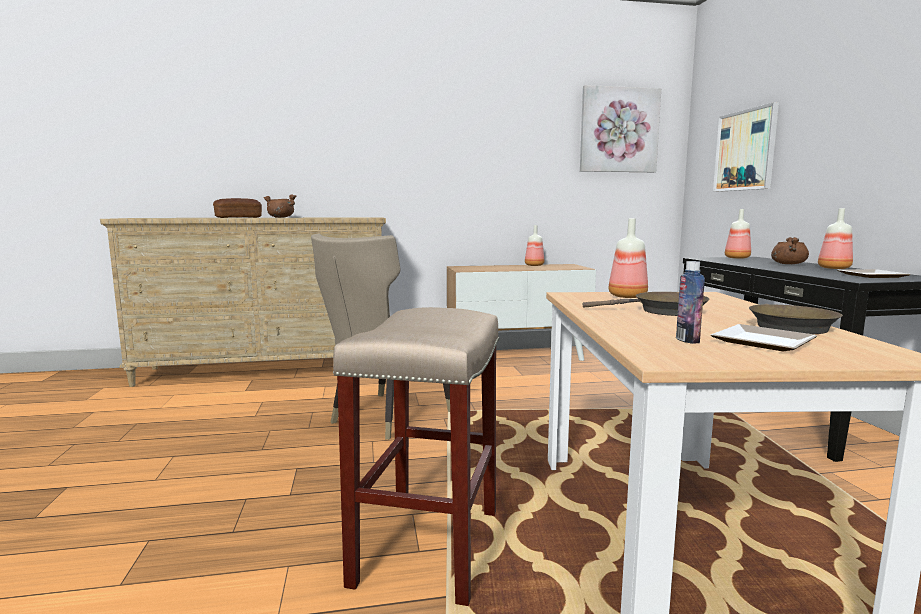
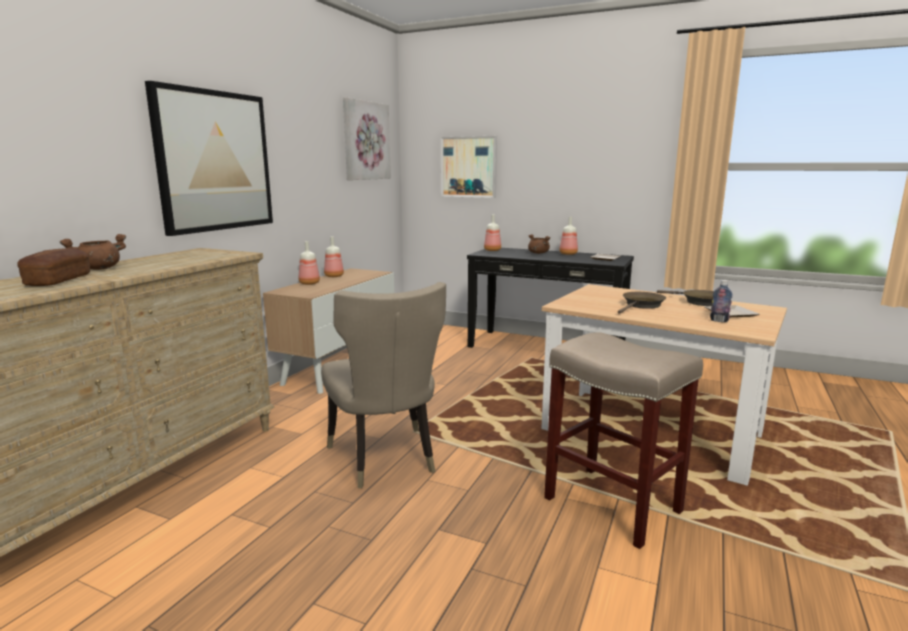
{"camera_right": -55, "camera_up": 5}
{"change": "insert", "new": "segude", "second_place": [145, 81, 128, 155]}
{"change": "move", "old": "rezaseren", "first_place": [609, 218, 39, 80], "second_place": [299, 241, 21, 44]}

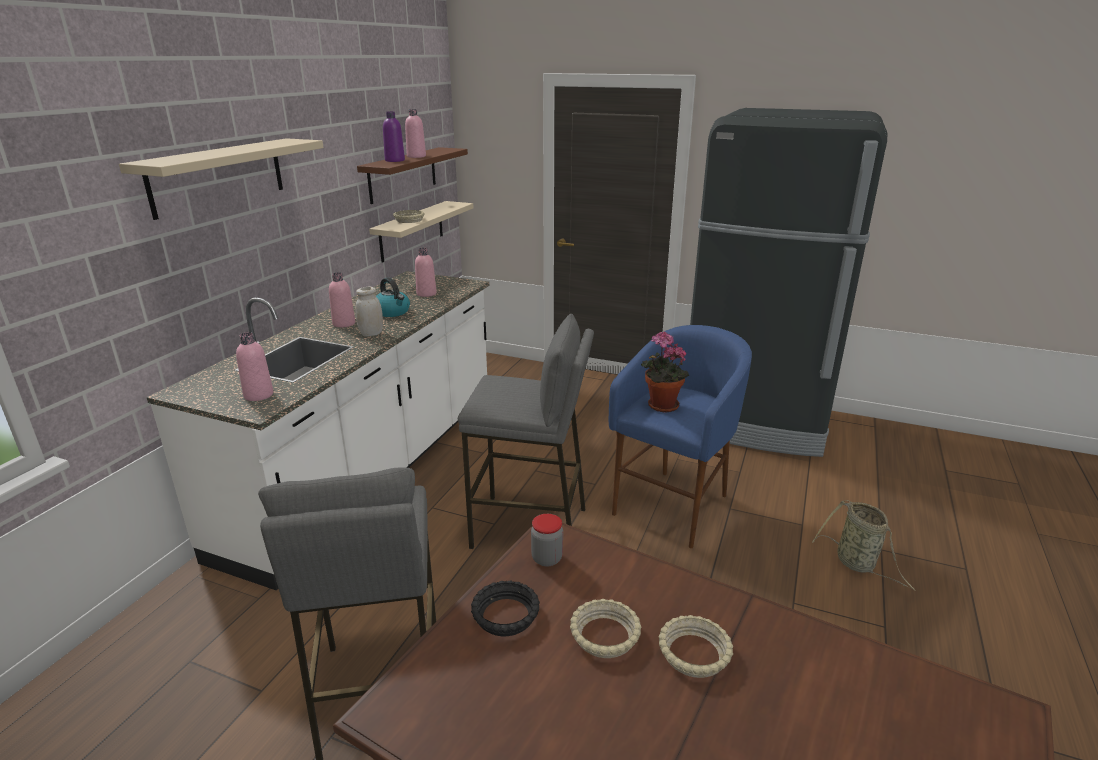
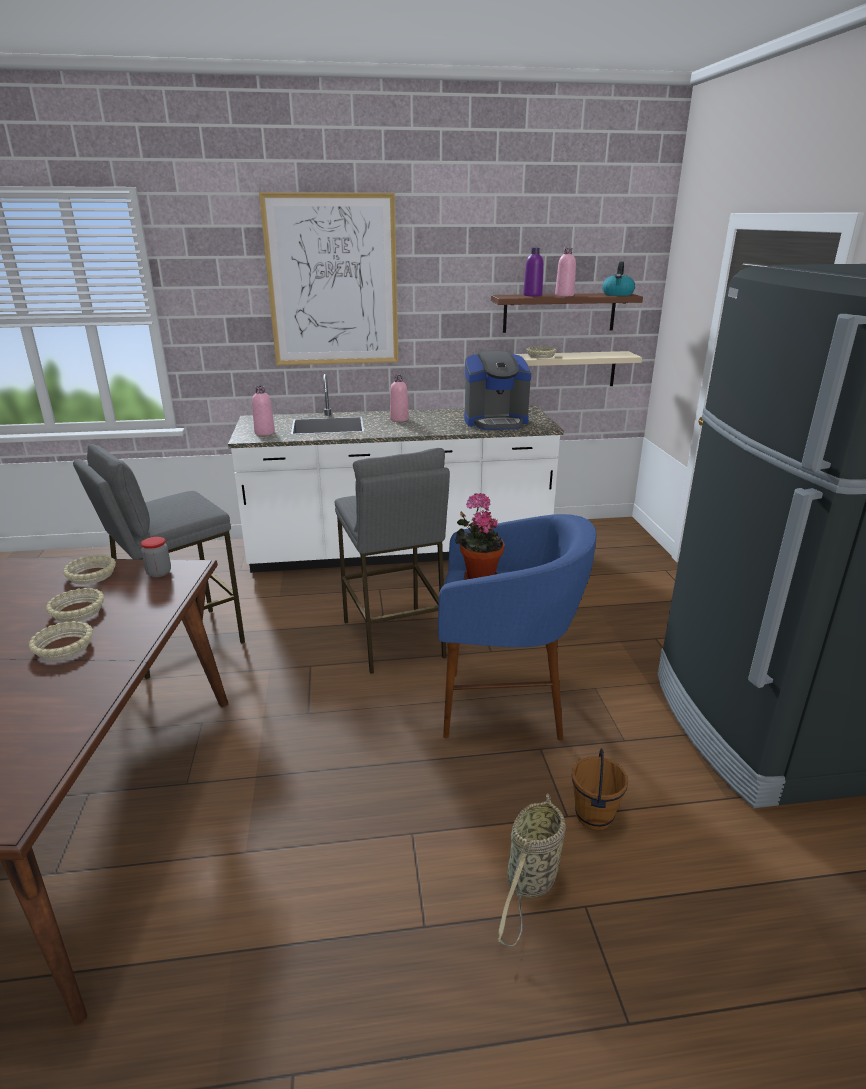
{"camera_right": 60, "camera_up": 0}
{"change": "delete", "old": "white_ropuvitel", "first_place": [356, 287, 27, 49]}
{"change": "insert", "new": "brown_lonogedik", "second_place": [572, 748, 56, 82]}
{"change": "move", "old": "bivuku", "first_place": [376, 278, 34, 39], "second_place": [602, 261, 33, 35]}
{"change": "replace", "old": "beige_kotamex", "new": "segude", "first_place": [119, 138, 205, 82], "second_place": [259, 192, 139, 173]}
{"change": "replace", "old": "pink_rezaseren", "new": "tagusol", "first_place": [415, 248, 22, 49], "second_place": [464, 351, 67, 79]}
{"change": "recolor", "old": "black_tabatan", "new": "beige_tabatan", "first_place": [471, 580, 69, 56], "second_place": [63, 555, 53, 30]}

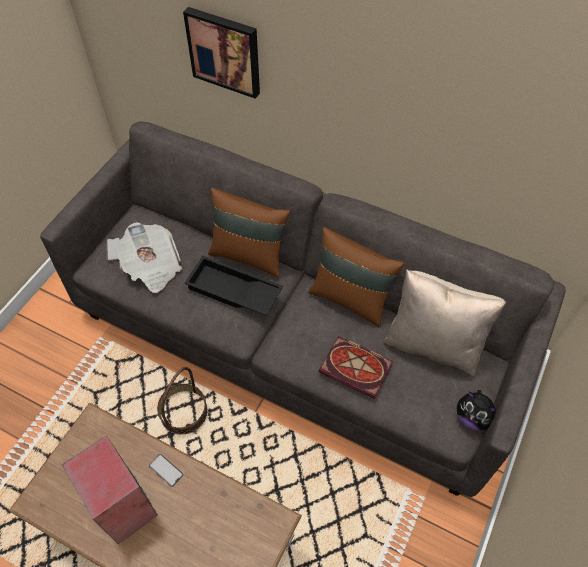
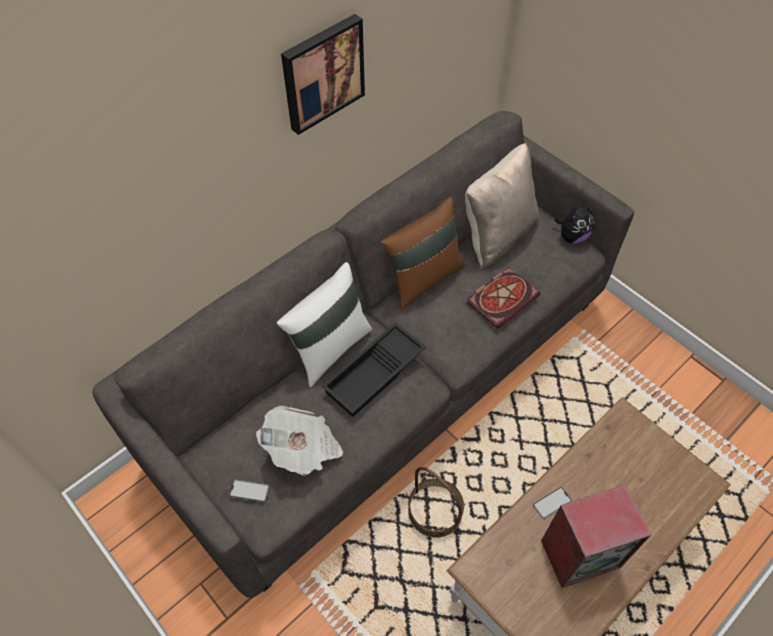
{"camera_right": -70, "camera_up": 0}
{"change": "move", "old": "segude", "first_place": [183, 7, 77, 92], "second_place": [281, 14, 84, 121]}
{"change": "recolor", "old": "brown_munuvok", "new": "white_munuvok", "first_place": [208, 187, 82, 91], "second_place": [277, 262, 95, 125]}

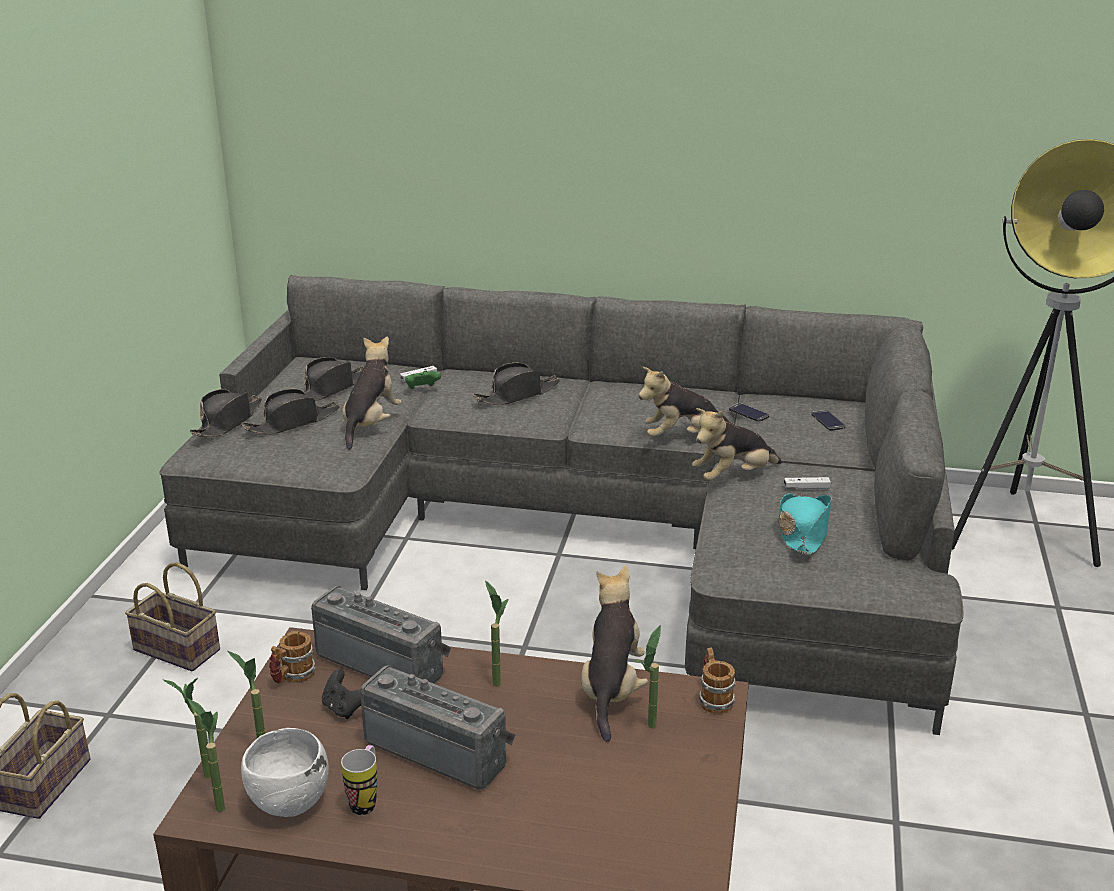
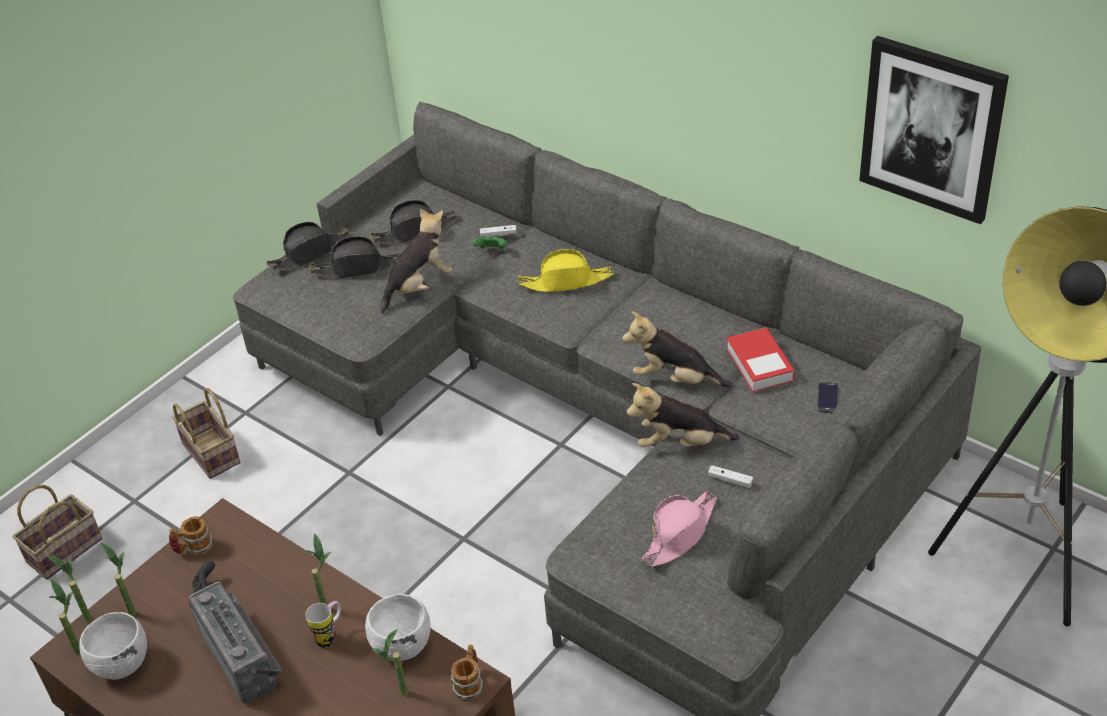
{"camera_right": 30, "camera_up": 15}
{"change": "delete", "old": "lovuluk", "first_place": [311, 586, 140, 98]}
{"change": "insert", "new": "segude", "second_place": [859, 36, 150, 188]}
{"change": "move", "old": "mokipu", "first_place": [341, 745, 36, 70], "second_place": [305, 601, 36, 47]}
{"change": "replace", "old": "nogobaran", "new": "white_tabatan", "first_place": [581, 565, 67, 177], "second_place": [365, 594, 66, 67]}
{"change": "replace", "old": "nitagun", "new": "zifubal", "first_place": [729, 403, 40, 19], "second_place": [726, 327, 69, 65]}
{"change": "recolor", "old": "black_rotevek", "new": "yellow_rotevek", "first_place": [473, 363, 87, 42], "second_place": [517, 249, 97, 43]}
{"change": "recolor", "old": "turquoise_rotevek", "new": "pink_rotevek", "first_place": [777, 493, 55, 62], "second_place": [642, 491, 75, 76]}

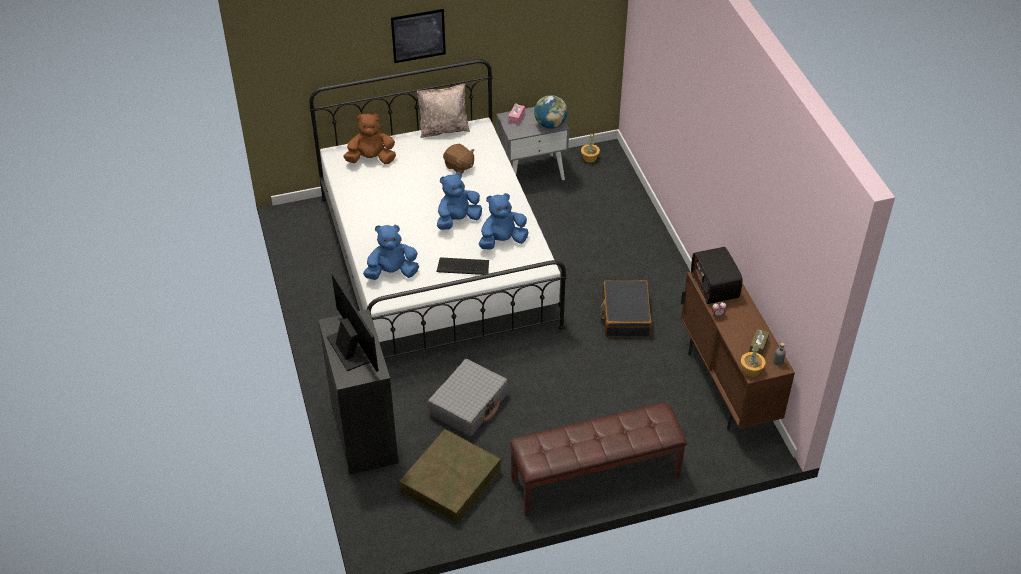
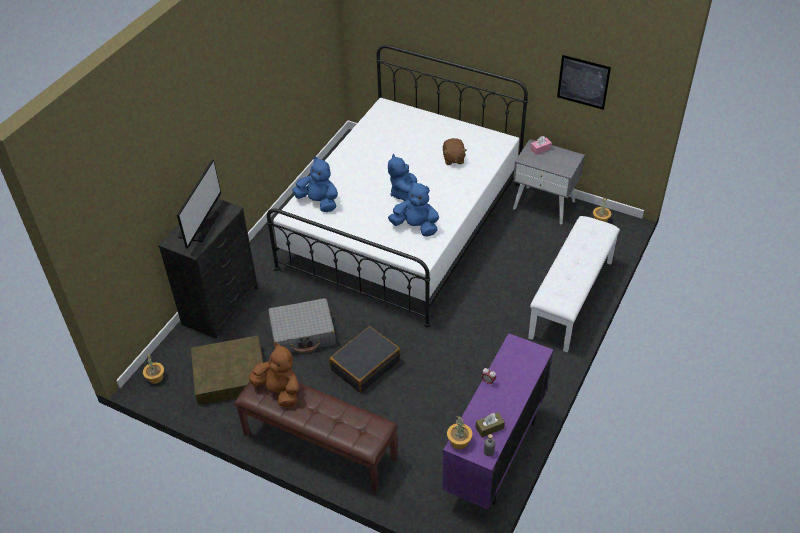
{"camera_right": 45, "camera_up": 0}
{"change": "delete", "old": "beige_munuvok", "first_place": [416, 84, 54, 54]}
{"change": "delete", "old": "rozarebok", "first_place": [436, 257, 53, 18]}
{"change": "delete", "old": "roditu", "first_place": [534, 95, 34, 34]}
{"change": "delete", "old": "lovuluk", "first_place": [691, 247, 52, 57]}
{"change": "insert", "new": "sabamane", "second_place": [143, 355, 21, 29]}
{"change": "insert", "new": "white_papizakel", "second_place": [528, 216, 92, 136]}
{"change": "move", "old": "brown_nogobaran", "first_place": [344, 113, 52, 51], "second_place": [249, 343, 50, 64]}
{"change": "move", "old": "segude", "first_place": [391, 9, 55, 54], "second_place": [557, 55, 54, 55]}
{"change": "move", "old": "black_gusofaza", "first_place": [601, 280, 51, 57], "second_place": [330, 326, 70, 67]}
{"change": "recolor", "old": "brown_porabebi", "new": "purple_porabebi", "first_place": [681, 271, 114, 159], "second_place": [442, 333, 111, 176]}
{"change": "rotate", "old": "blue_nogobaran", "first_place": [437, 172, 45, 58], "second_place": [388, 154, 29, 47], "degrees": -105}

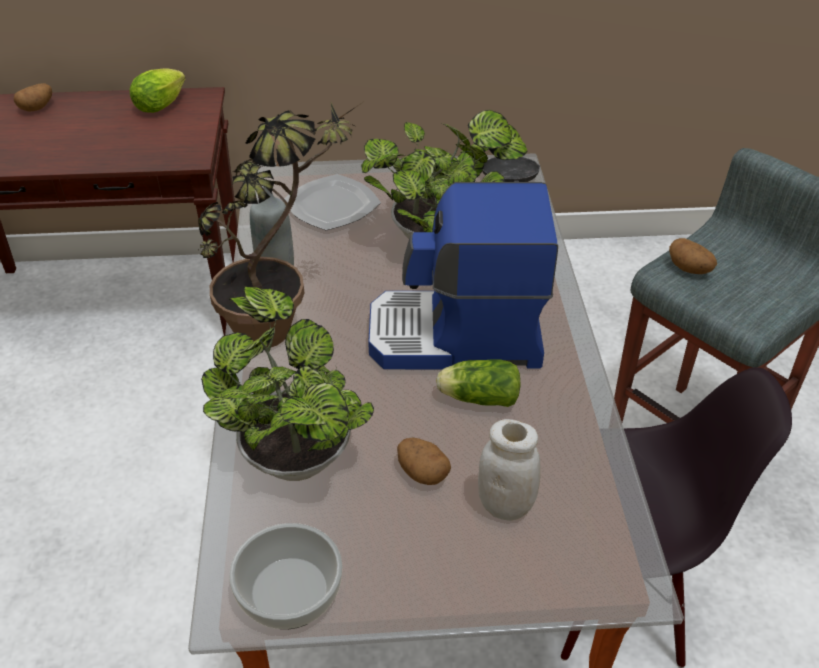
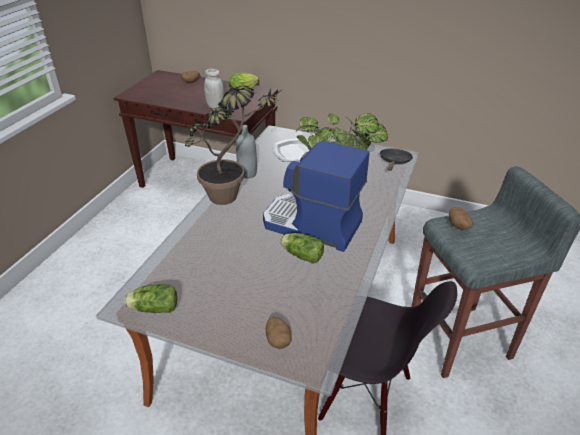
{"camera_right": 25, "camera_up": -5}
{"change": "delete", "old": "sabamane", "first_place": [201, 287, 173, 194]}
{"change": "move", "old": "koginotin", "first_place": [397, 438, 54, 47], "second_place": [266, 317, 26, 32]}
{"change": "move", "old": "white_ropuvitel", "first_place": [478, 419, 63, 102], "second_place": [204, 68, 20, 41]}
{"change": "replace", "old": "tabatan", "new": "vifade", "first_place": [229, 523, 114, 106], "second_place": [124, 284, 53, 29]}

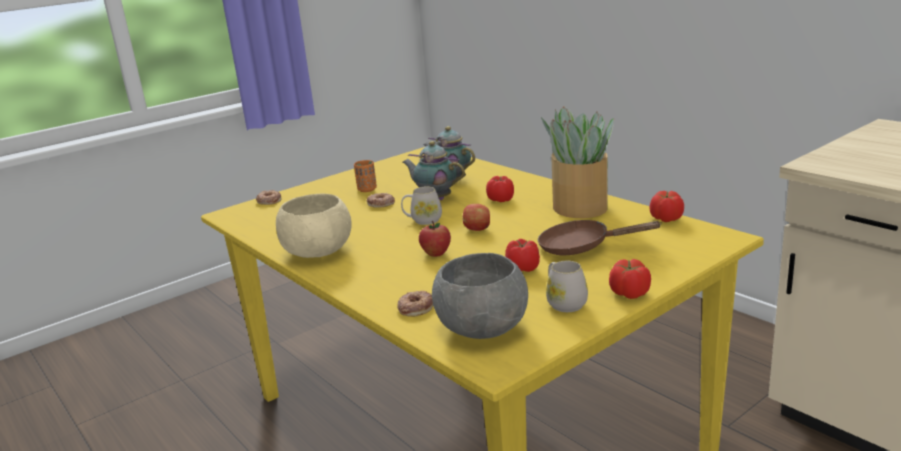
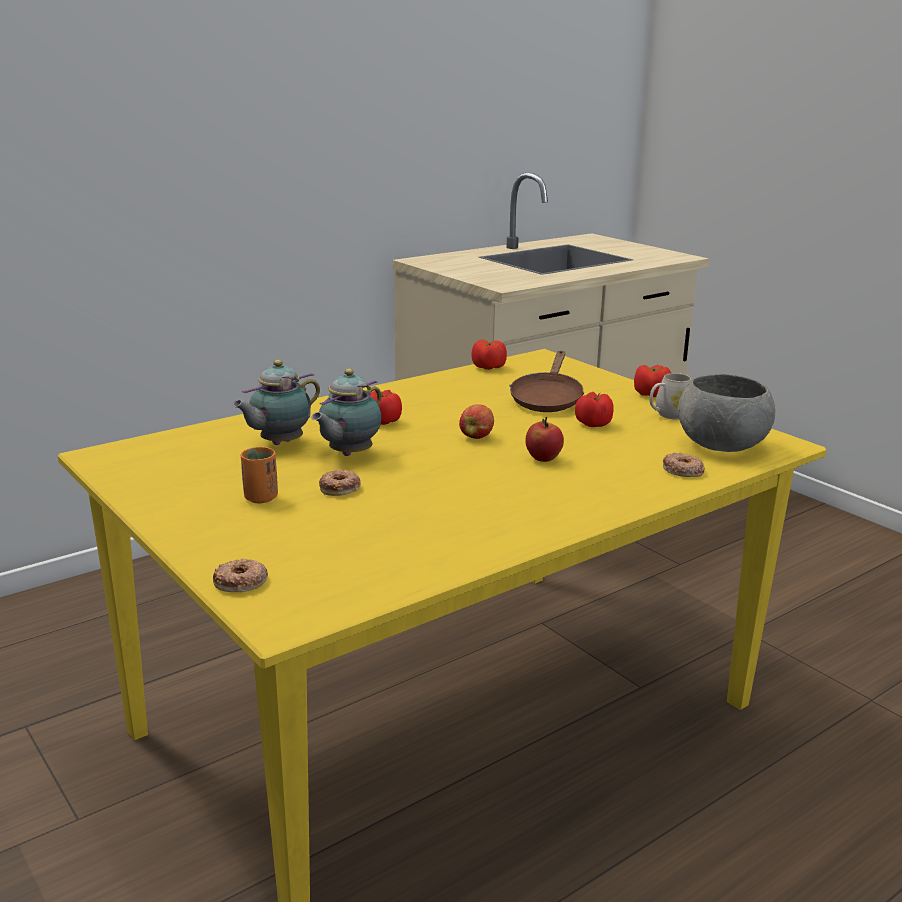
{"camera_right": -90, "camera_up": 0}
{"change": "delete", "old": "beige_tabatan", "first_place": [276, 194, 76, 64]}
{"change": "delete", "old": "white_mokipu", "first_place": [401, 186, 41, 39]}
{"change": "delete", "old": "sabamane", "first_place": [541, 106, 73, 112]}

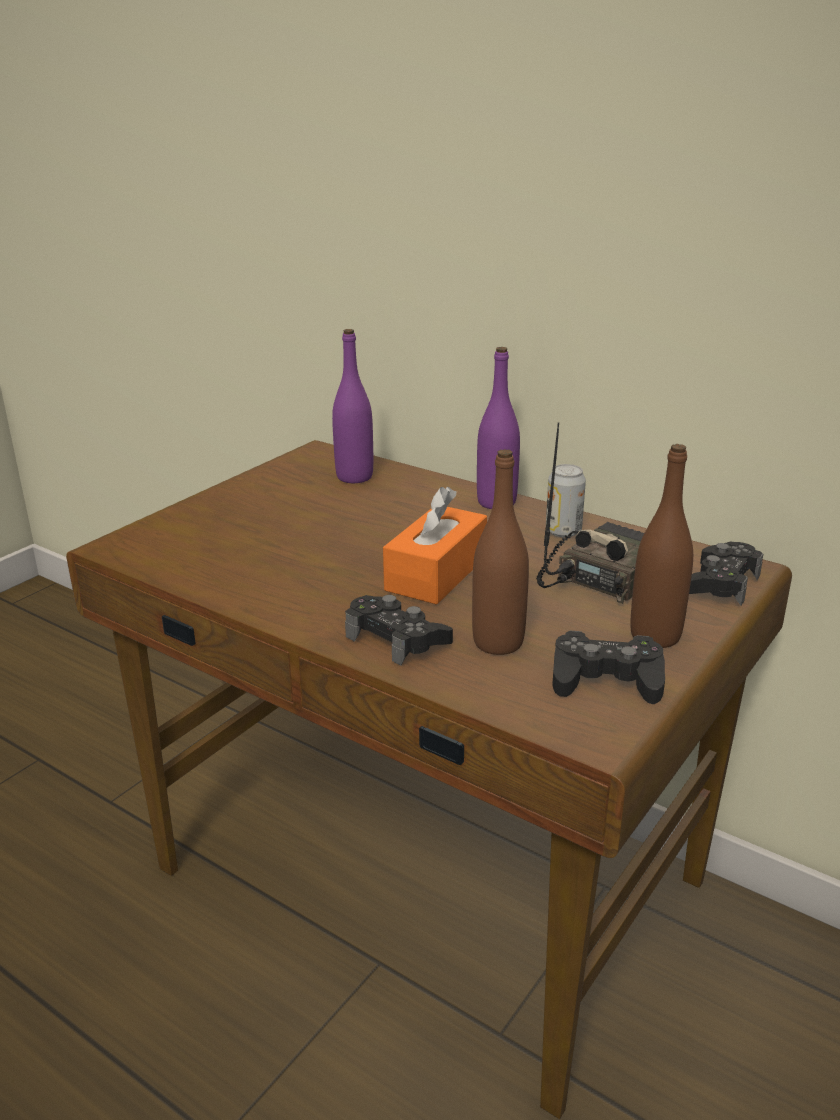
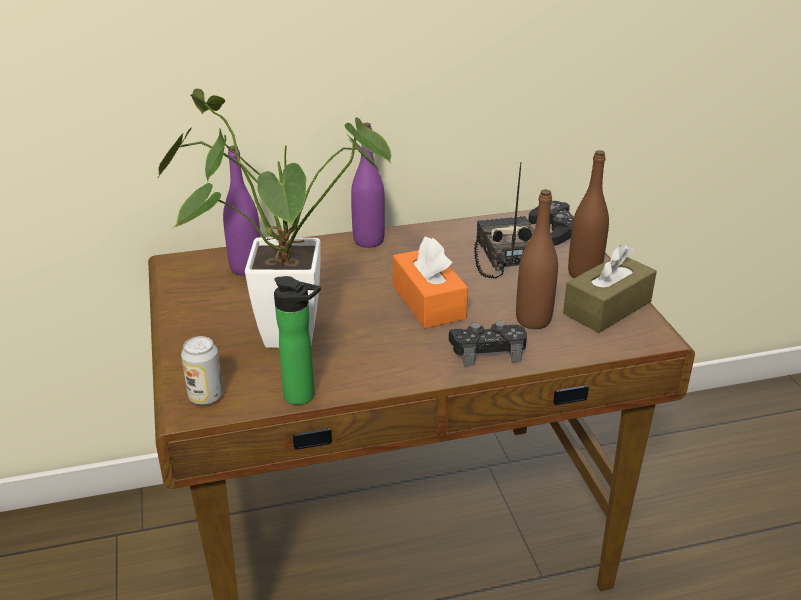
{"camera_right": -50, "camera_up": 5}
{"change": "insert", "new": "sabamane", "second_place": [158, 89, 233, 259]}
{"change": "insert", "new": "rezaseren", "second_place": [274, 276, 47, 129]}
{"change": "move", "old": "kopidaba", "first_place": [546, 464, 40, 74], "second_place": [181, 336, 42, 69]}
{"change": "replace", "old": "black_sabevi", "new": "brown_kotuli", "first_place": [552, 631, 113, 73], "second_place": [563, 245, 94, 88]}

